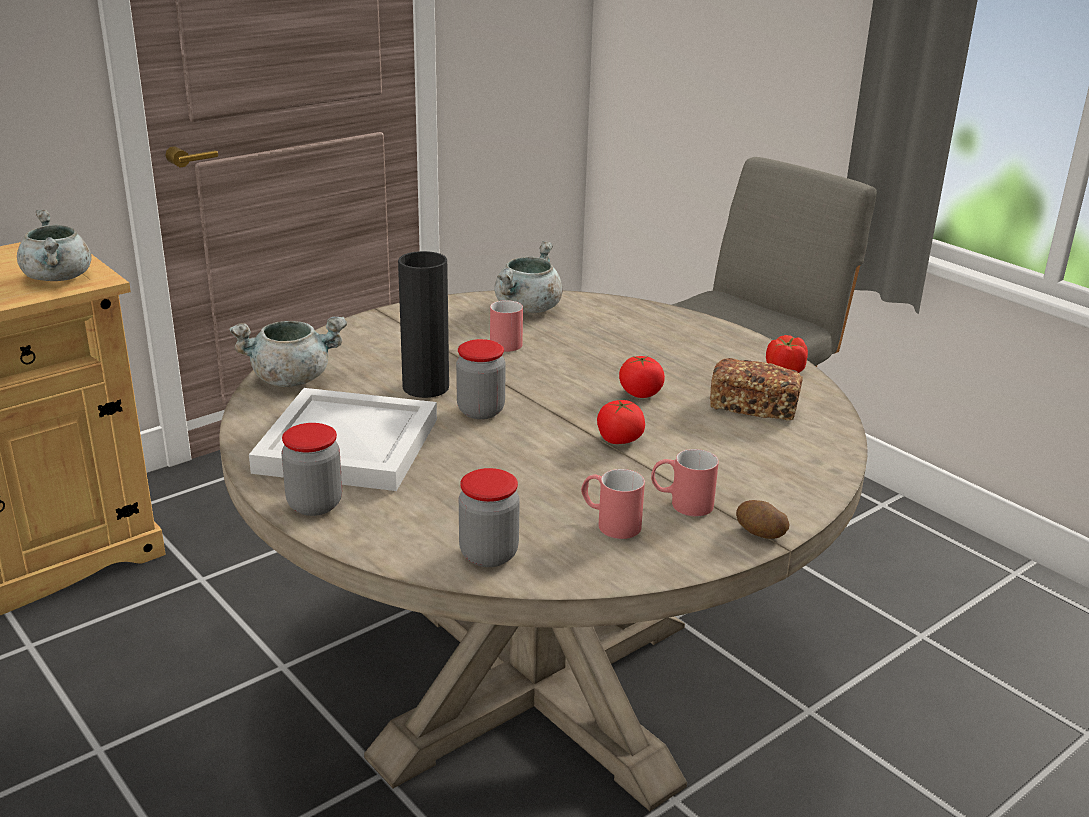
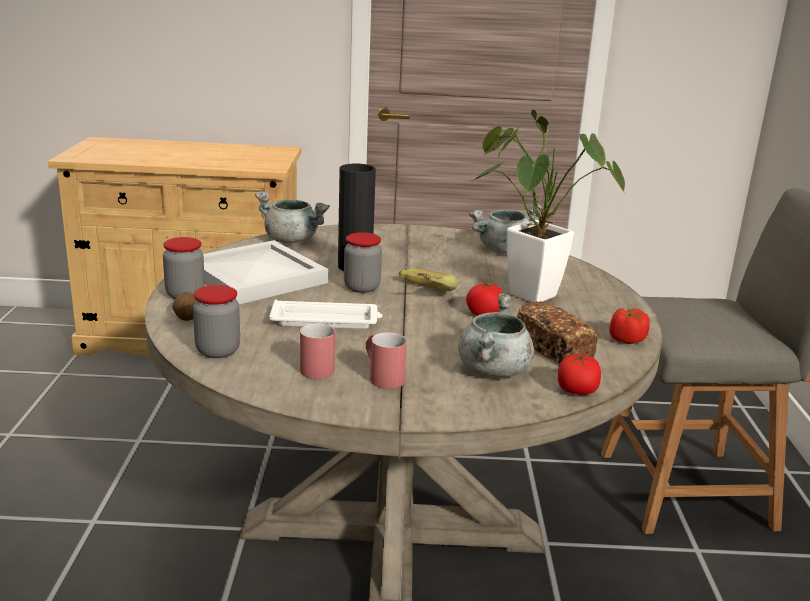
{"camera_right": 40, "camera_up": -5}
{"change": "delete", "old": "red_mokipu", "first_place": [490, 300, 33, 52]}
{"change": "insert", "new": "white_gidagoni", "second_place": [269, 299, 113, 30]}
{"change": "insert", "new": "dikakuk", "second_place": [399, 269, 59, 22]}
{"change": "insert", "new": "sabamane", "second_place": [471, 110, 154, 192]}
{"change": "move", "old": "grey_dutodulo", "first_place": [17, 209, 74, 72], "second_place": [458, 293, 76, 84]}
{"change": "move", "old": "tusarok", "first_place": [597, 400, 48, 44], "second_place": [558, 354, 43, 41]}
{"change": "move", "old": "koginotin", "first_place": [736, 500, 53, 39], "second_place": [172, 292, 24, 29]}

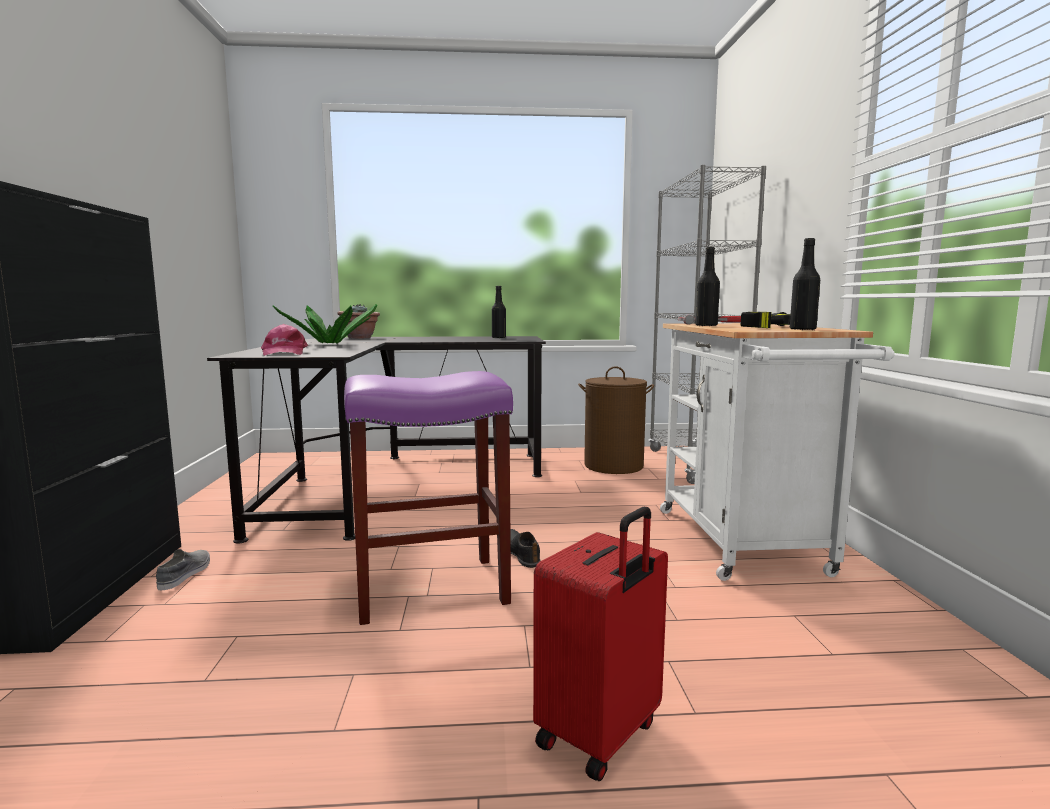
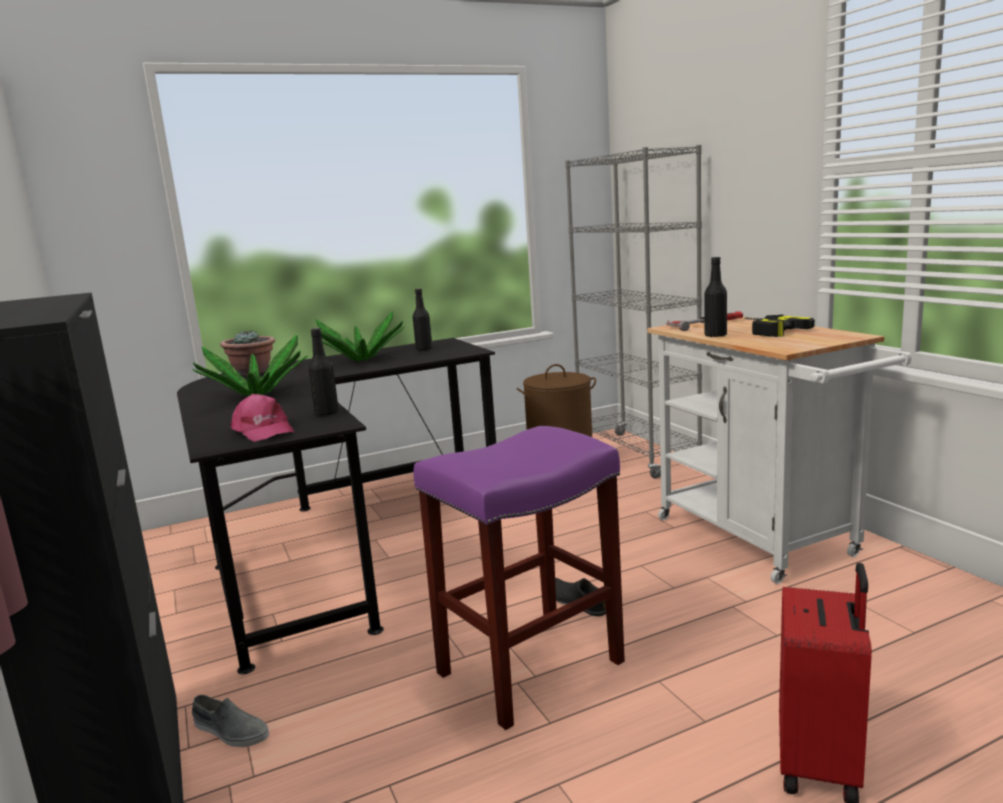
{"camera_right": -20, "camera_up": 5}
{"change": "insert", "new": "sabamane", "second_place": [315, 311, 90, 51]}
{"change": "move", "old": "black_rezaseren", "first_place": [790, 238, 30, 92], "second_place": [308, 328, 31, 88]}
{"change": "rotate", "old": "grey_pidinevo", "first_place": [156, 549, 54, 41], "second_place": [192, 695, 77, 52], "degrees": 135}

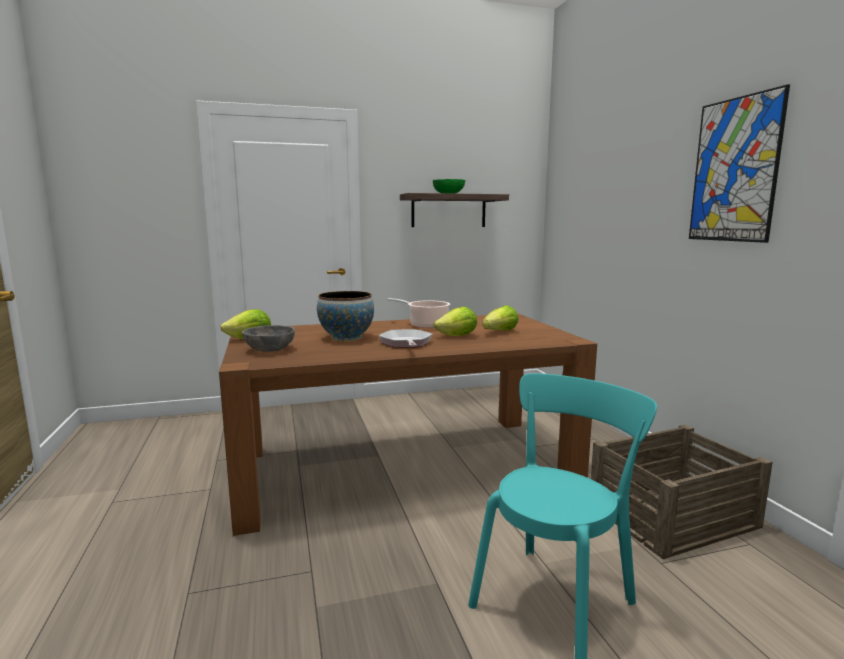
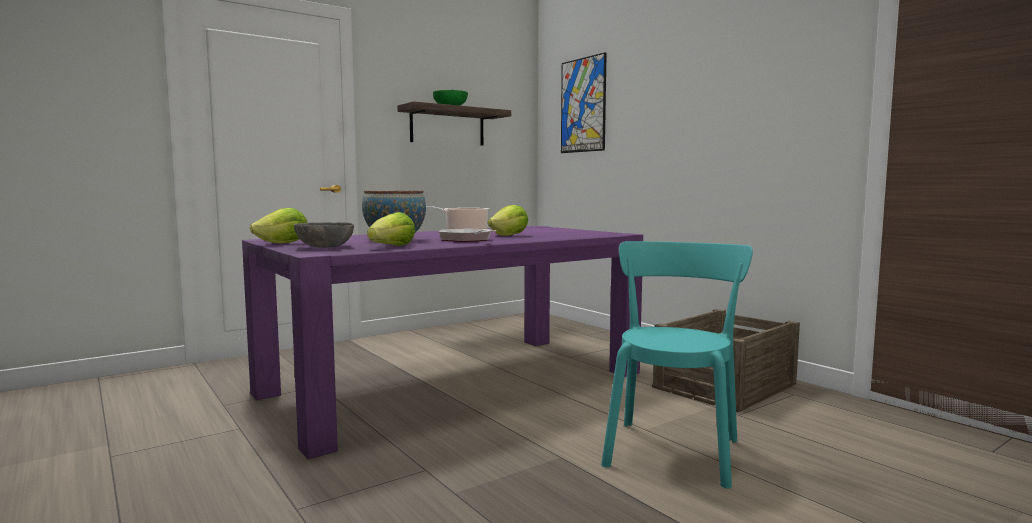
{"camera_right": -20, "camera_up": -5}
{"change": "move", "old": "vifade", "first_place": [482, 305, 37, 26], "second_place": [367, 212, 48, 34]}
{"change": "move", "old": "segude", "first_place": [689, 84, 101, 159], "second_place": [561, 52, 46, 101]}
{"change": "recolor", "old": "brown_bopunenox", "new": "purple_bopunenox", "first_place": [219, 313, 378, 223], "second_place": [242, 226, 401, 233]}

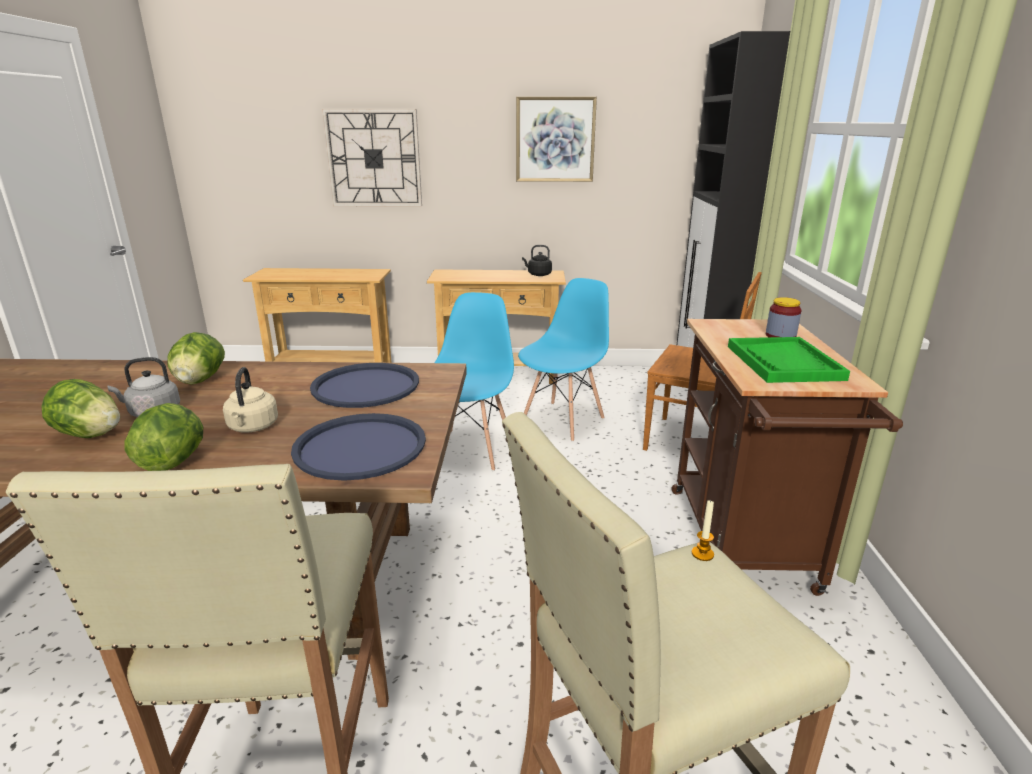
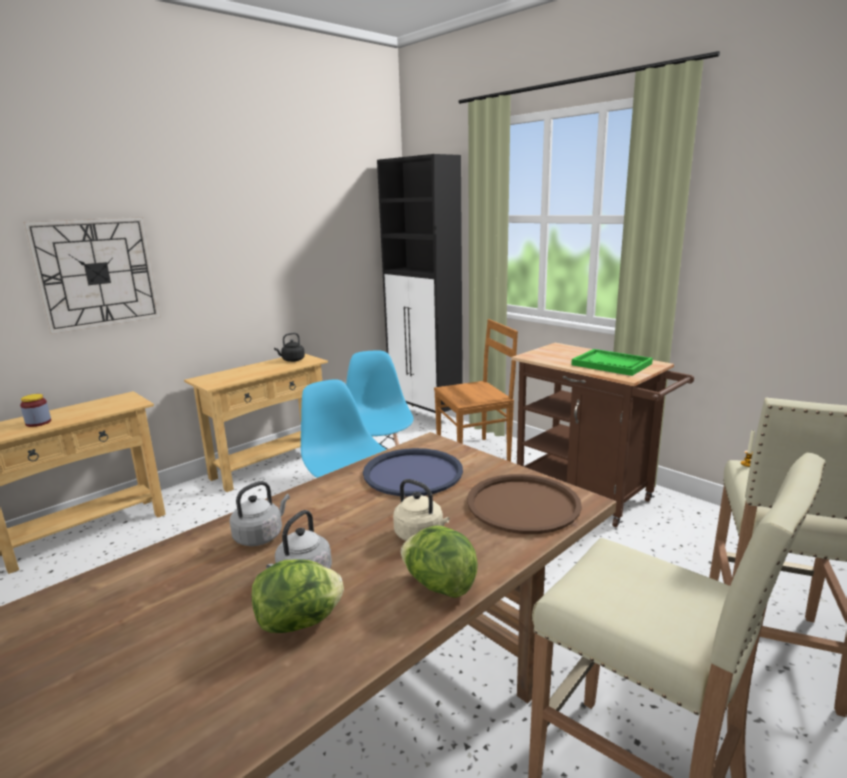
{"camera_right": -45, "camera_up": -5}
{"change": "delete", "old": "segude", "first_place": [516, 97, 81, 85]}
{"change": "move", "old": "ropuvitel", "first_place": [766, 297, 36, 40], "second_place": [20, 394, 31, 33]}
{"change": "replace", "old": "vifade", "new": "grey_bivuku", "first_place": [167, 332, 58, 52], "second_place": [230, 481, 60, 65]}
{"change": "recolor", "old": "blue_gidagoni", "new": "brown_gidagoni", "first_place": [291, 413, 135, 68], "second_place": [467, 474, 115, 60]}

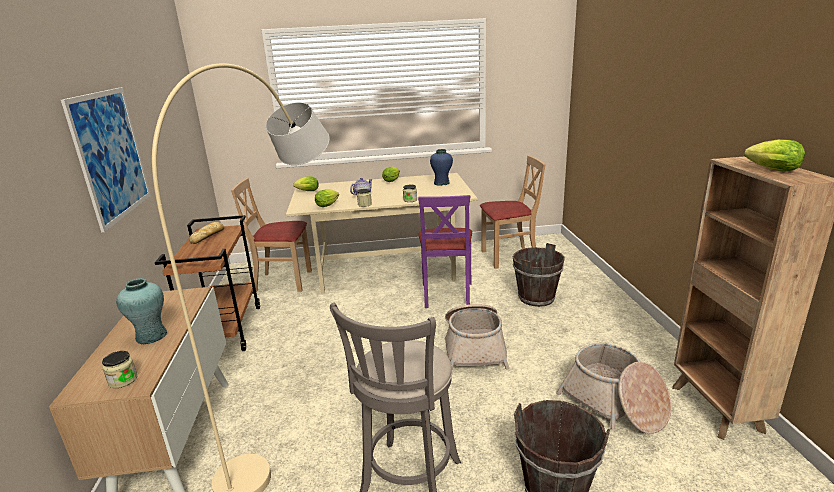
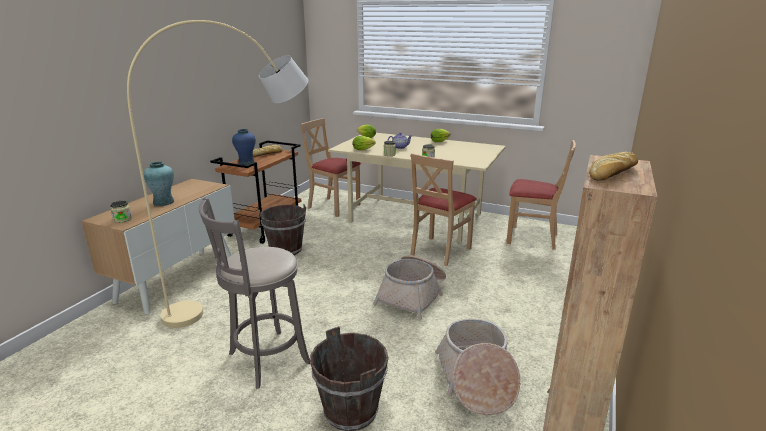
{"camera_right": 30, "camera_up": 0}
{"change": "delete", "old": "segude", "first_place": [61, 87, 90, 145]}
{"change": "move", "old": "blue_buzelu", "first_place": [430, 149, 23, 37], "second_place": [232, 129, 24, 36]}
{"change": "move", "old": "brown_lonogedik", "first_place": [513, 243, 52, 64], "second_place": [259, 204, 47, 51]}
{"change": "replace", "old": "vifade", "new": "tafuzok", "first_place": [744, 139, 61, 32], "second_place": [589, 151, 49, 30]}
{"change": "recolor", "old": "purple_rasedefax", "new": "beige_rasedefax", "first_place": [418, 195, 54, 113], "second_place": [411, 153, 66, 113]}

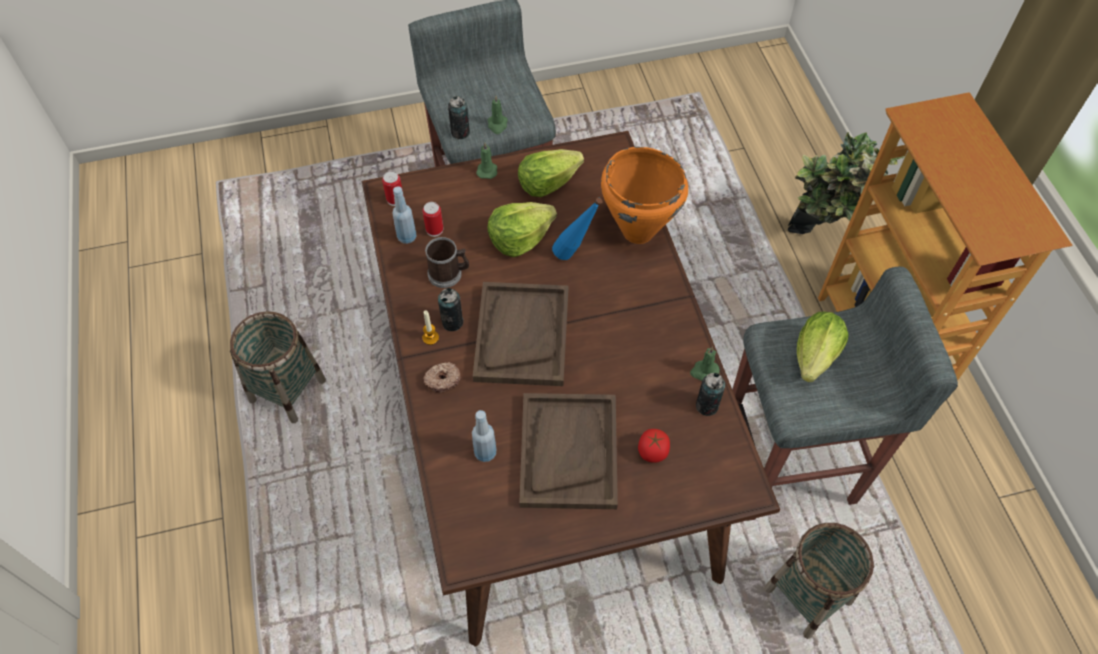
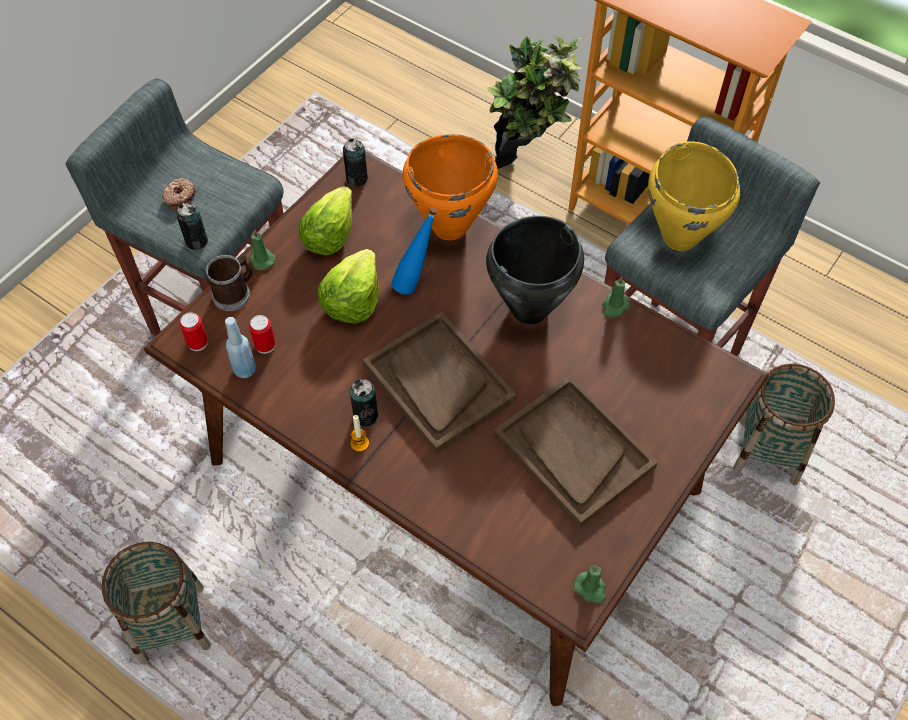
{"camera_right": -40, "camera_up": 0}
{"change": "delete", "old": "blue_rezaseren", "first_place": [472, 410, 24, 52]}
{"change": "delete", "old": "tusarok", "first_place": [638, 429, 32, 34]}
{"change": "insert", "new": "black_dutodulo", "second_place": [486, 216, 98, 109]}
{"change": "move", "old": "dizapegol", "first_place": [423, 362, 38, 31], "second_place": [162, 177, 34, 32]}
{"change": "move", "old": "mokipu", "first_place": [425, 237, 44, 51], "second_place": [206, 255, 47, 56]}
{"change": "move", "old": "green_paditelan", "first_place": [488, 95, 20, 39], "second_place": [574, 565, 32, 38]}
{"change": "move", "old": "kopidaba", "first_place": [696, 373, 29, 43], "second_place": [343, 138, 25, 49]}
{"change": "replace", "old": "vifade", "new": "yellow_dutodulo", "first_place": [797, 312, 52, 70], "second_place": [648, 142, 92, 109]}

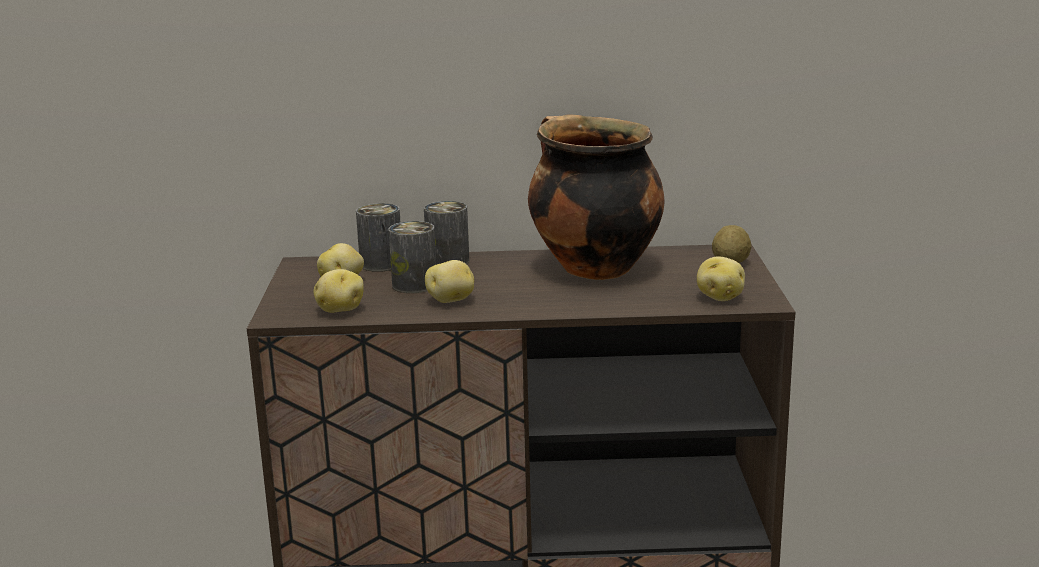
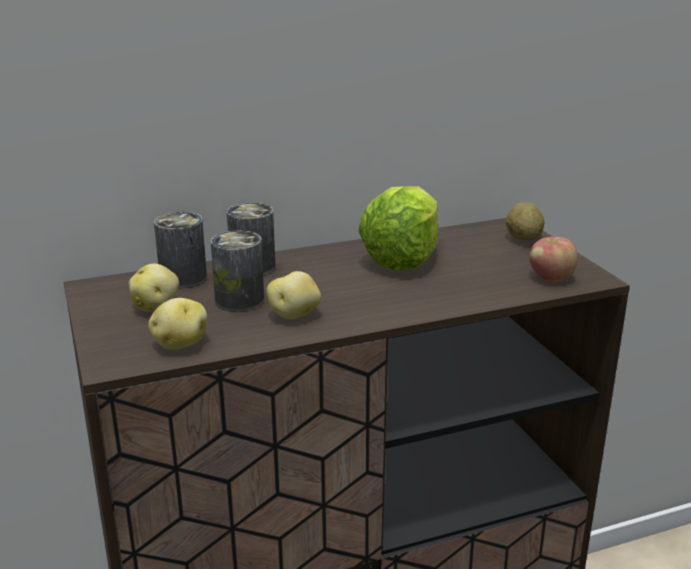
{"camera_right": -20, "camera_up": 5}
{"change": "replace", "old": "dutodulo", "new": "vifade", "first_place": [528, 115, 137, 165], "second_place": [358, 186, 81, 85]}
{"change": "replace", "old": "koginotin", "new": "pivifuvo", "first_place": [697, 257, 48, 44], "second_place": [529, 237, 49, 45]}

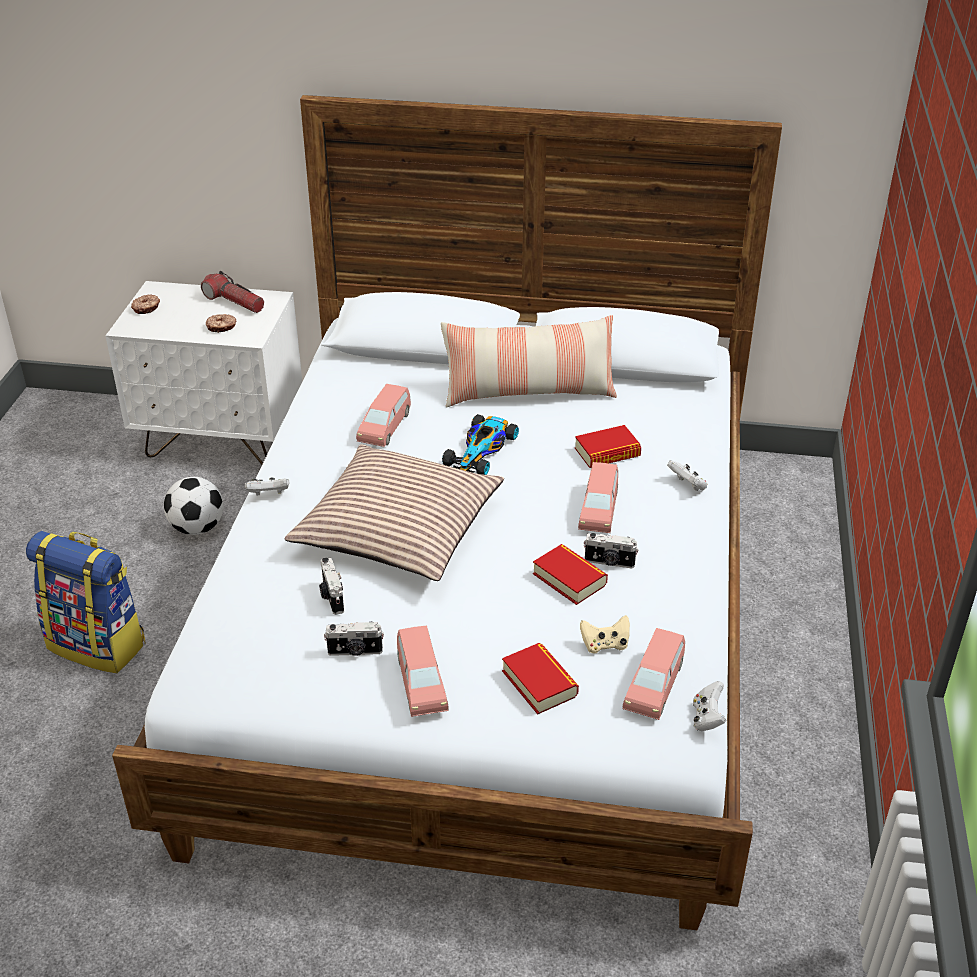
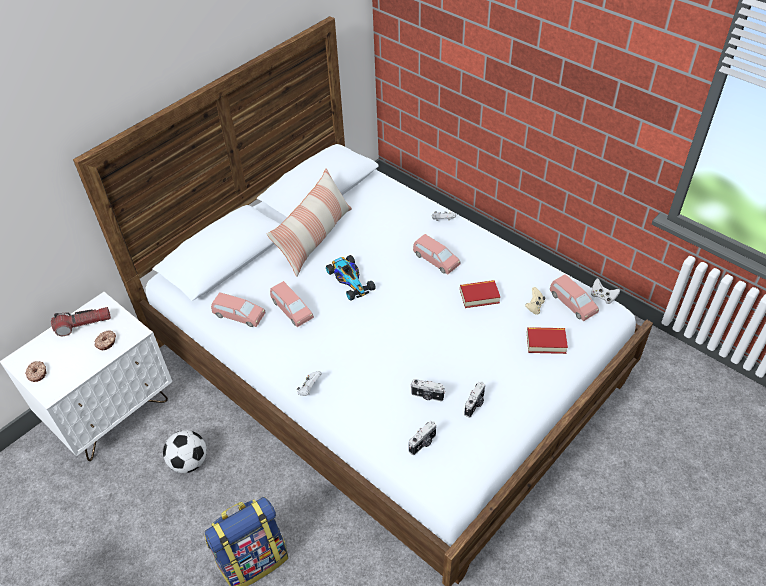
{"camera_right": -55, "camera_up": 10}
{"change": "delete", "old": "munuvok", "first_place": [285, 444, 219, 137]}
{"change": "delete", "old": "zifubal", "first_place": [575, 425, 66, 43]}
{"change": "move", "old": "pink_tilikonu", "first_place": [397, 625, 52, 92], "second_place": [211, 292, 54, 35]}
{"change": "move", "old": "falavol", "first_place": [584, 533, 55, 35], "second_place": [409, 421, 27, 34]}

